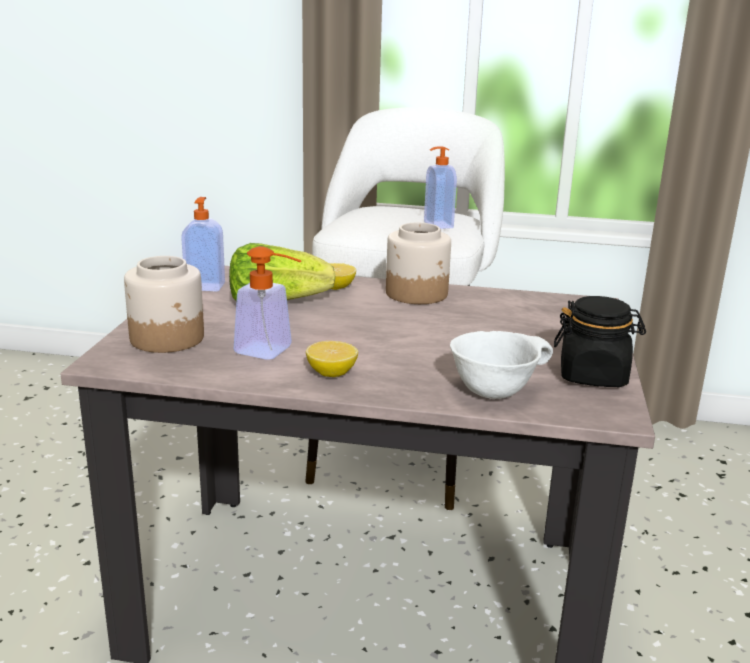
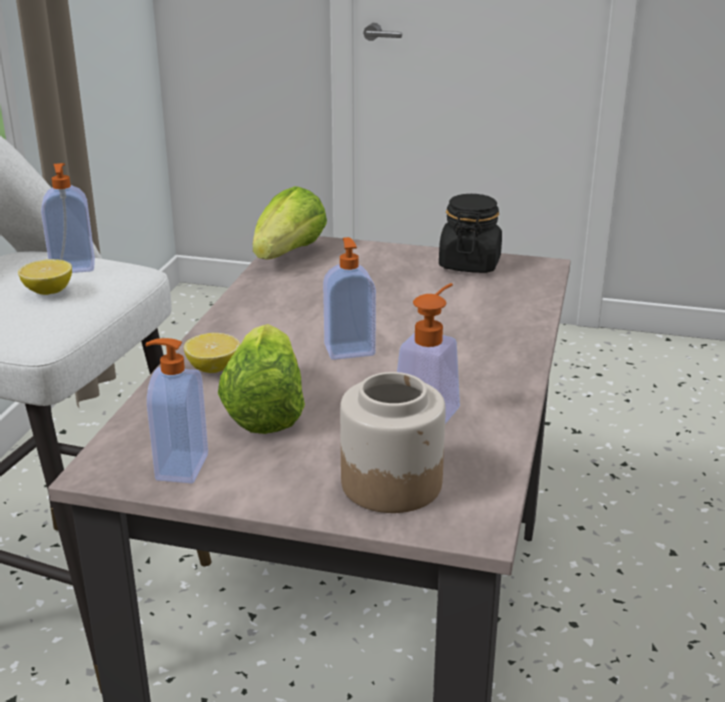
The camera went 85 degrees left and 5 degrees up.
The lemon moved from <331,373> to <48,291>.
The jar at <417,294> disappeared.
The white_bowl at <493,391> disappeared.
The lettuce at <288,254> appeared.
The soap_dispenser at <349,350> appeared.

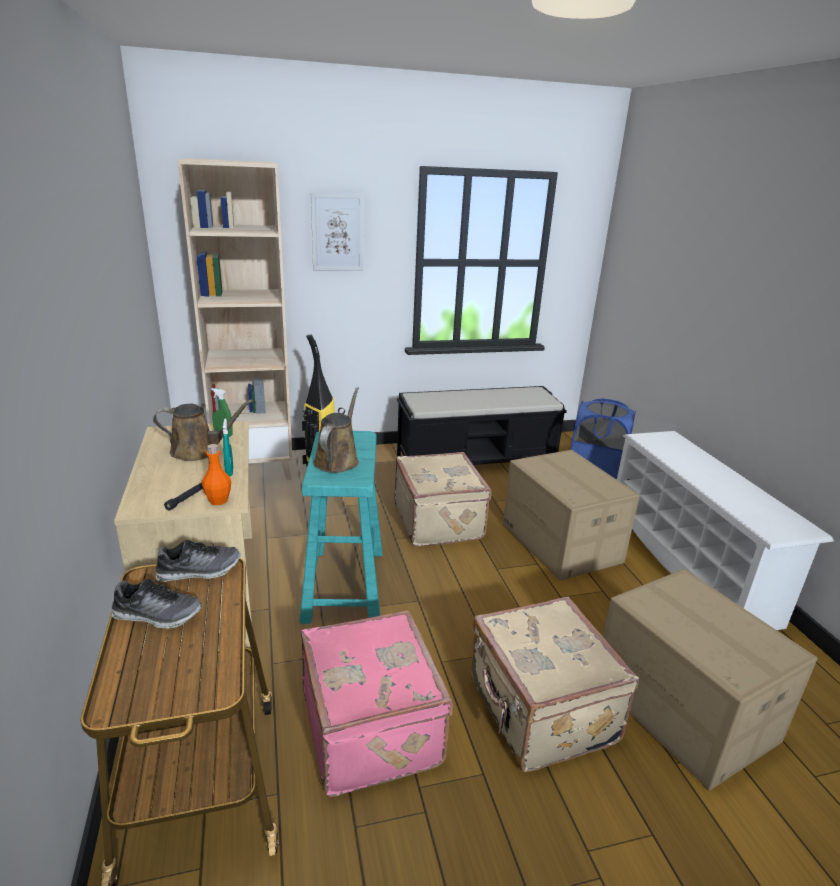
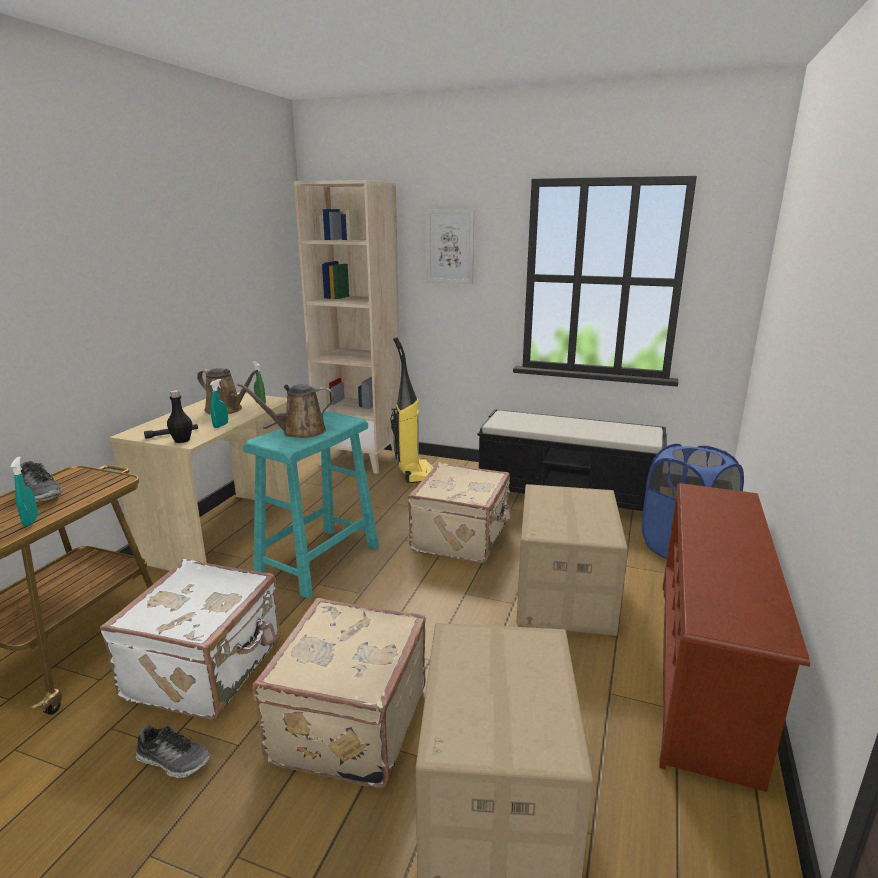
The camera went 35 degrees right and 5 degrees down.
The shoe moved from <199,571> to <174,760>.
The orange_bottle at <218,501> became the black_bottle at <182,440>.
The pink_suitcase at <373,727> became the white_suitcase at <208,669>.
The brown_watering_can at <338,460> turned 150 degrees counterclockwise.
The white_shoe_rack at <689,565> became the brown_shoe_rack at <706,669>.
The turquoise_spray_bottle at <31,521> appeared.

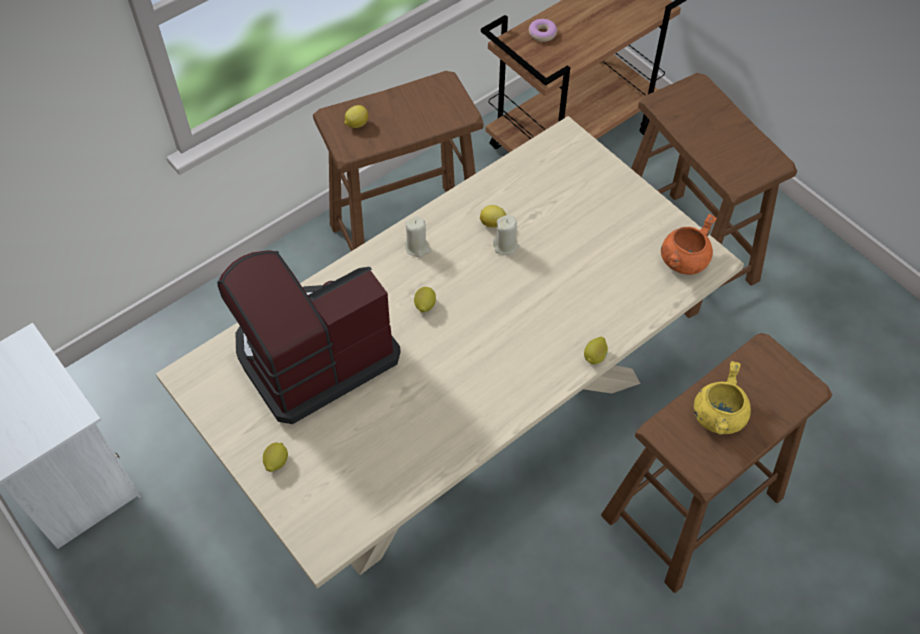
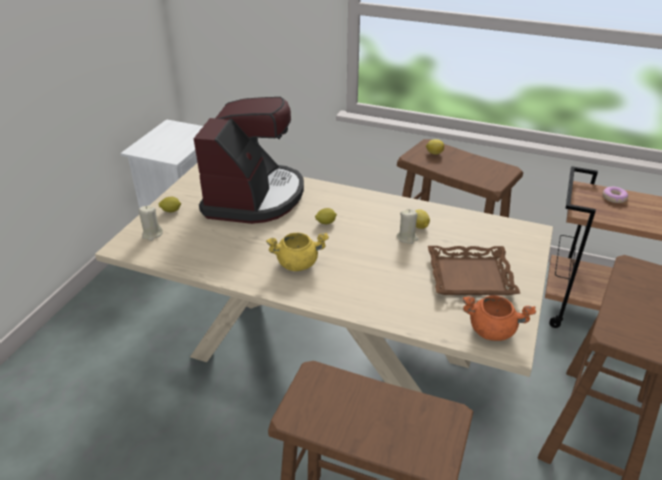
The camera went 60 degrees right and 20 degrees down.
The coffee_machine at <313,354> turned 75 degrees clockwise.
The beige_candle moved from <417,247> to <152,234>.
The lemon at <595,356> disappeared.
The yellow_cooking_pot moved from <717,415> to <298,263>.
The brown_tray at <470,277> appeared.

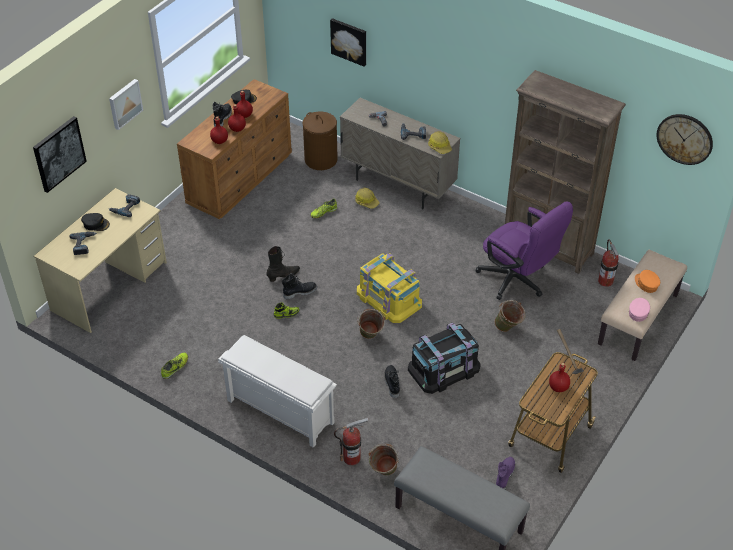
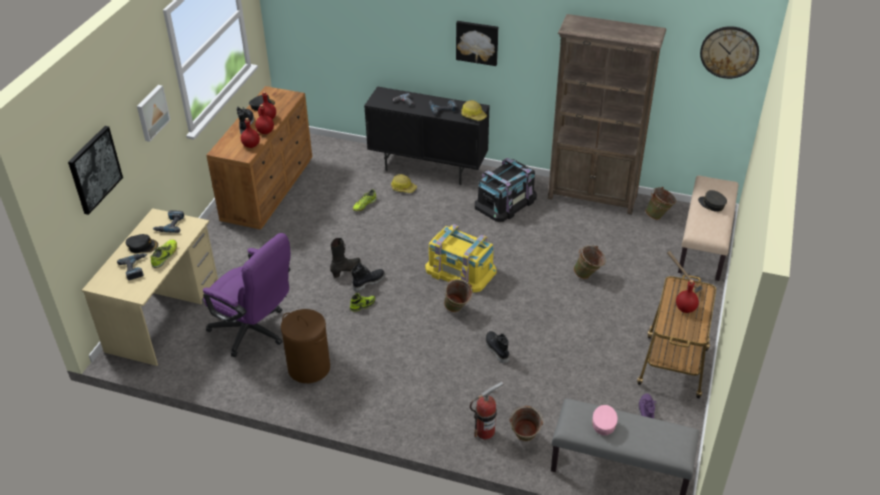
The camera went 15 degrees left and 5 degrees down.
The shoe moved from <175,367> to <165,256>.
The white_shoe_rack at <279,411> disappeared.
The brown_laundry_basket moved from <321,160> to <309,368>.
The picture moved from <349,41> to <477,42>.
The beige_cabinet at <398,185> became the black_cabinet at <428,169>.
The black_storage_box moved from <444,368> to <505,202>.
The purple_office_chair moved from <518,281> to <254,332>.
The fire_extinguisher at <605,281> was replaced by the green_bucket at <659,216>.
The pink_cap moved from <638,312> to <603,423>.
The orange_cap at <646,284> became the grey_cap at <711,204>.

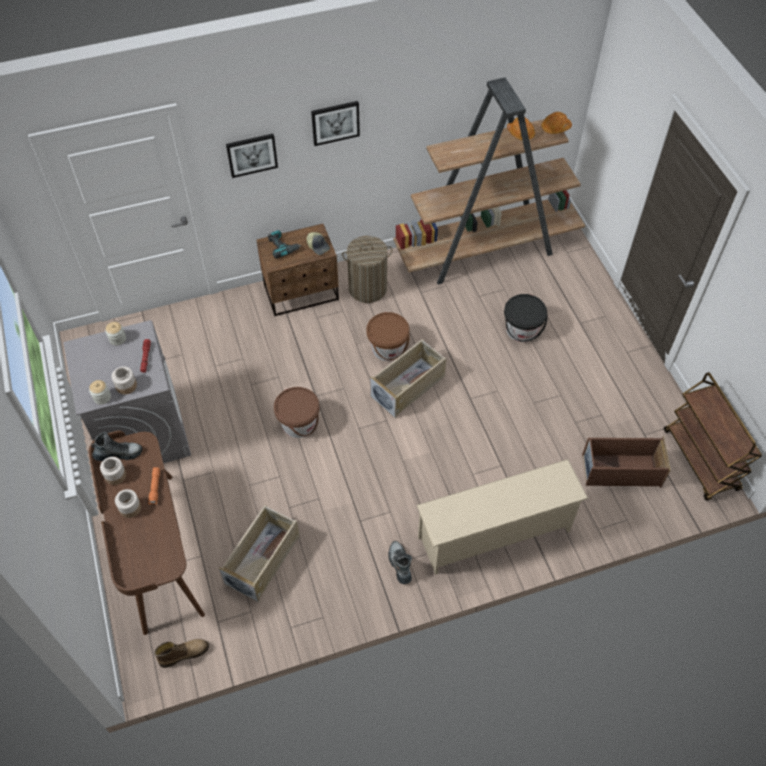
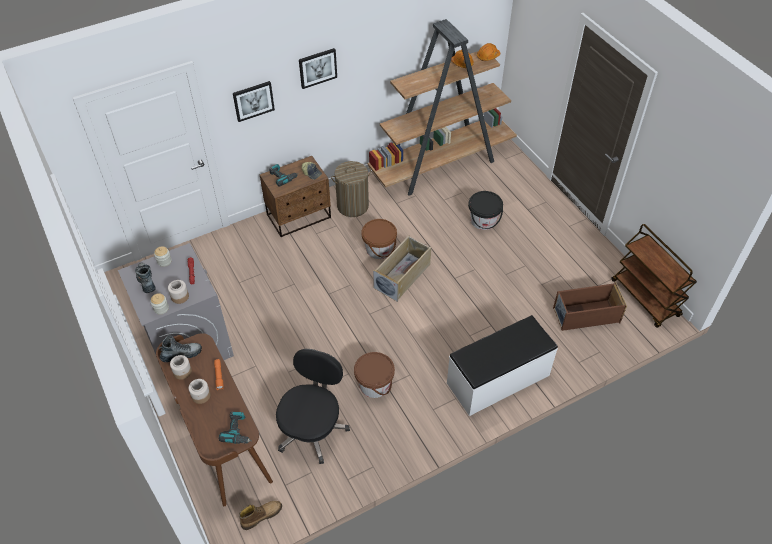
The camera went 10 degrees left and 5 degrees down.
The beige_storage_box at <263,559> was replaced by the black_office_chair at <312,428>.
The brown_bucket moved from <299,423> to <374,384>.
The boot moved from <400,564> to <146,280>.
The beige_shoe_rack at <495,535> was replaced by the white_bench at <498,380>.
The power_drill at <238,431> appeared.

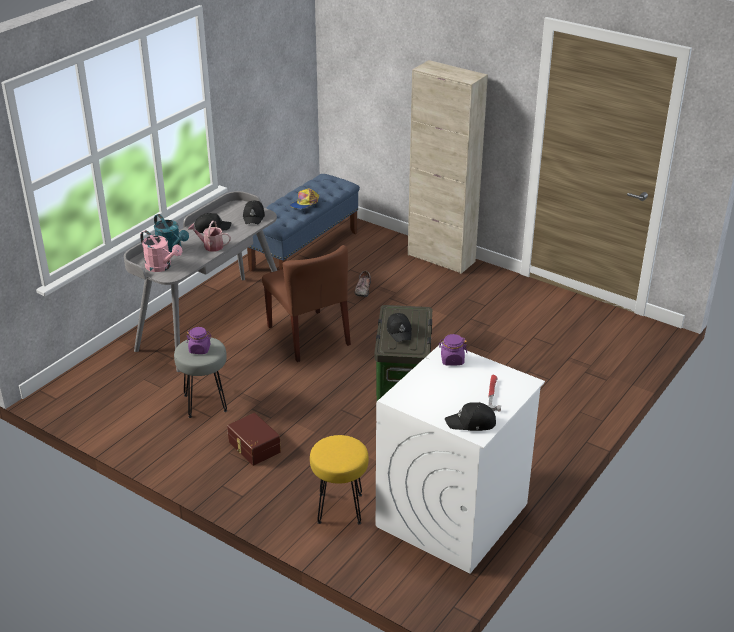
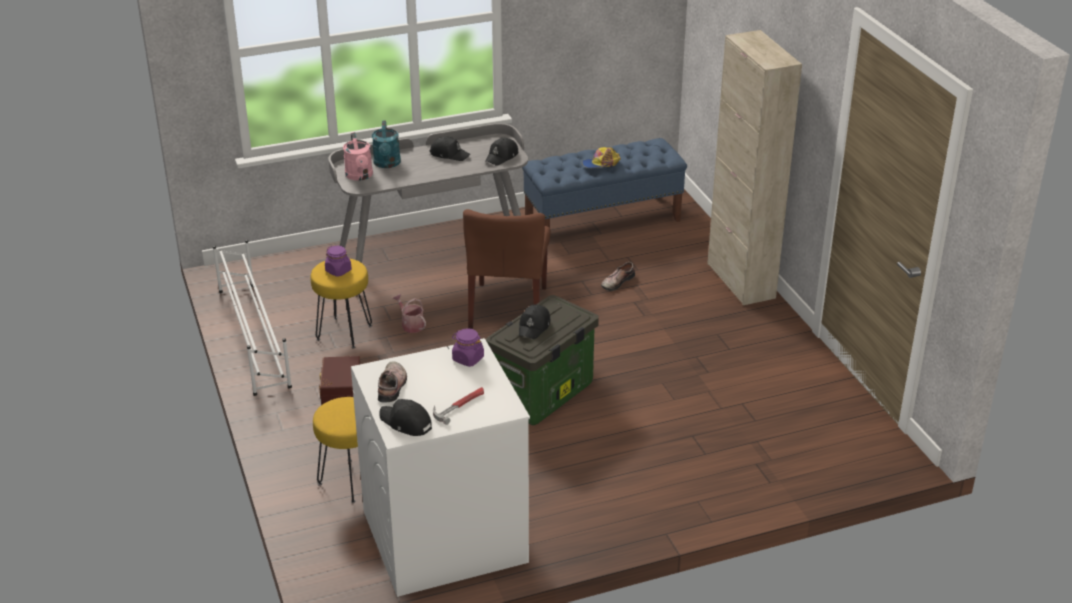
The camera went 35 degrees right and 0 degrees up.
The grey_stool at <204,403> became the yellow_stool at <344,332>.
The watering_can moved from <210,246> to <411,325>.
The white_shoe_rack at <254,336> appeared.
The shoe at <393,386> appeared.

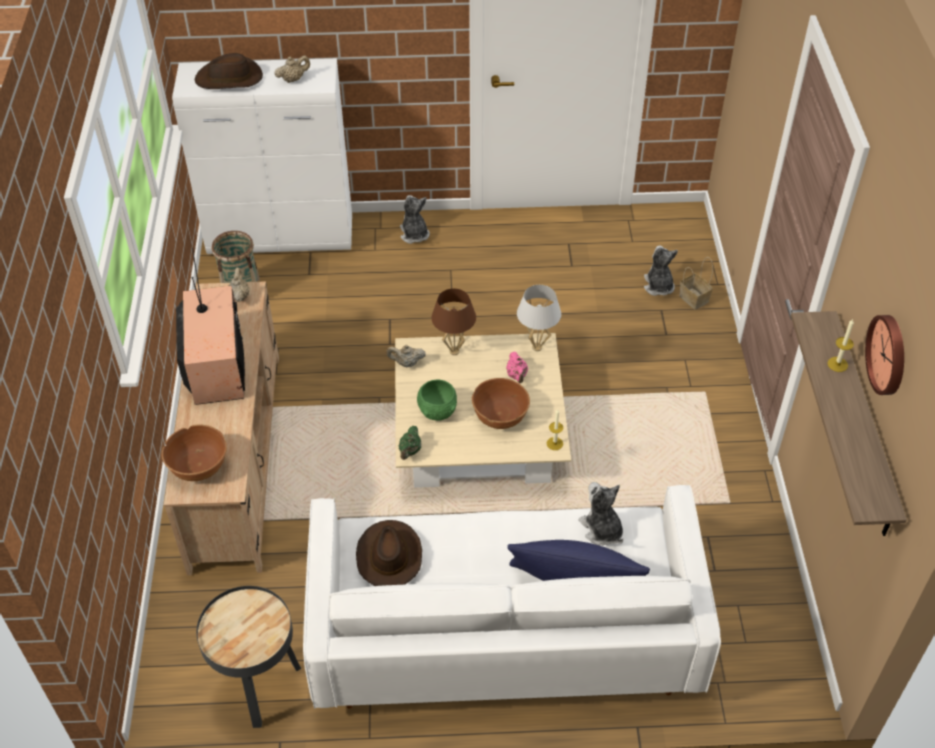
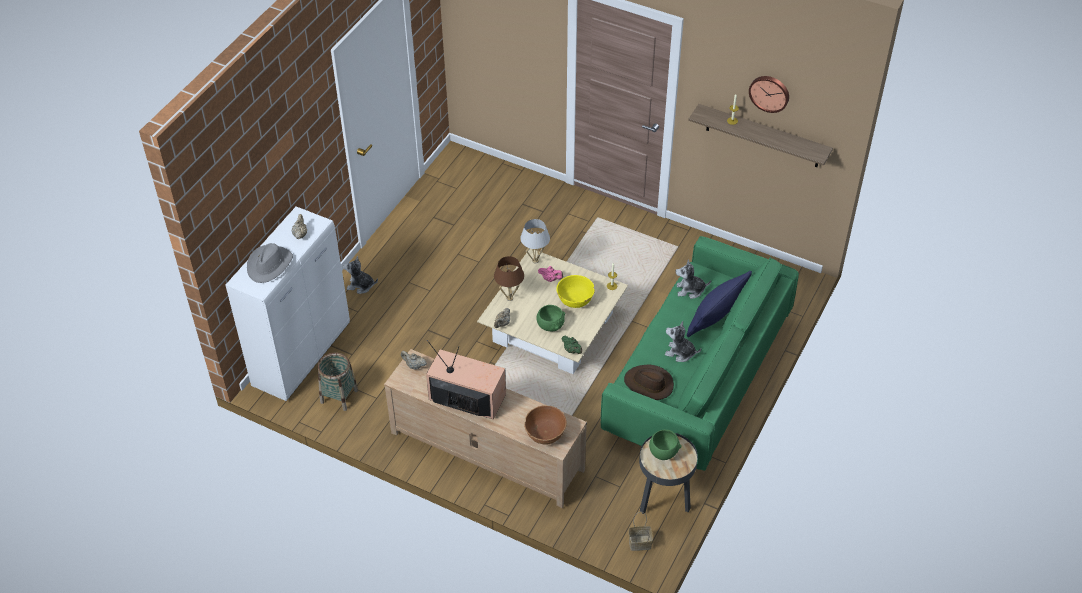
The camera went 60 degrees left and 0 degrees up.
The brown_hat at <229,79> became the grey_hat at <270,265>.
The white_sofa at <504,631> became the green_sofa at <696,377>.
The brown_bowl at <500,416> became the yellow_bowl at <575,300>.
The plush_toy moved from <658,286> to <680,353>.
The basket moved from <692,298> to <639,543>.
The green_bowl at <663,451> appeared.

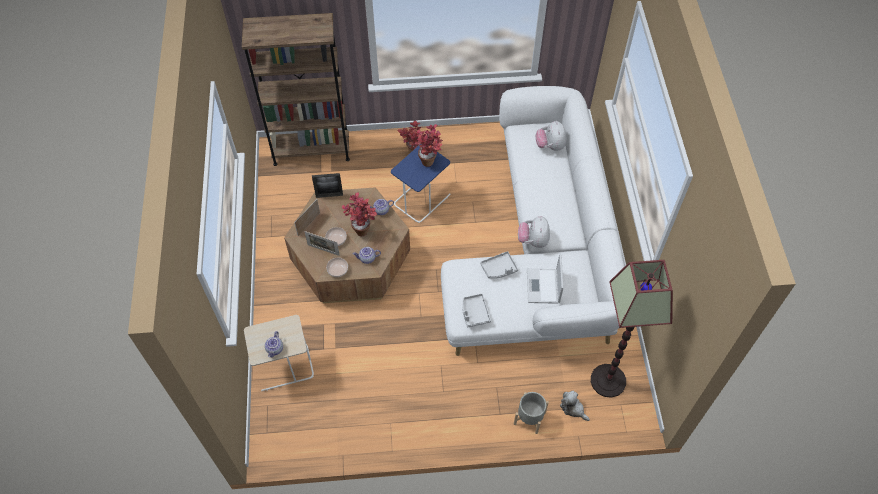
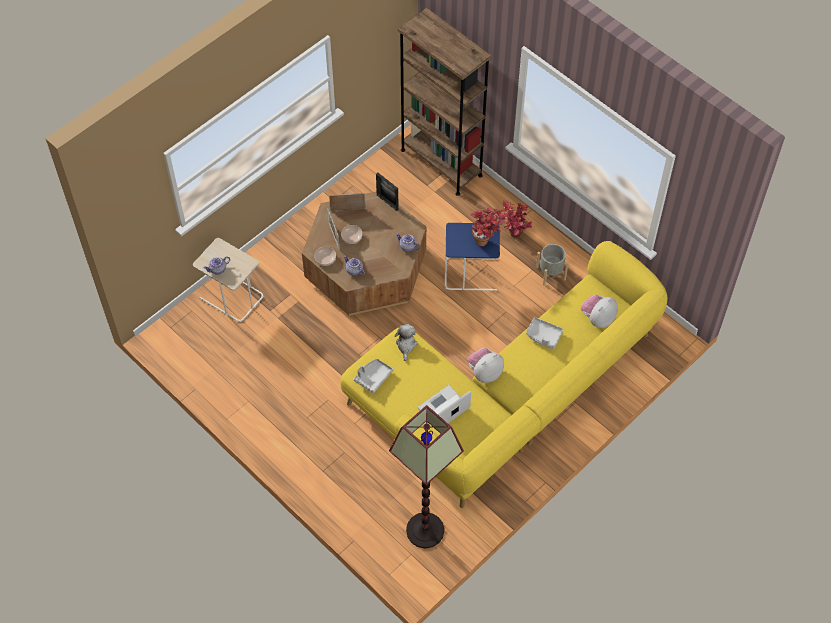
The camera went 50 degrees right and 0 degrees up.
The potted_plant at <362,228> disappeared.
The white_sofa at <540,252> became the yellow_sofa at <504,397>.
The grey_tray moved from <499,268> to <543,336>.
The grey_planter moved from <529,418> to <550,273>.
The plush_toy moved from <573,408> to <406,345>.

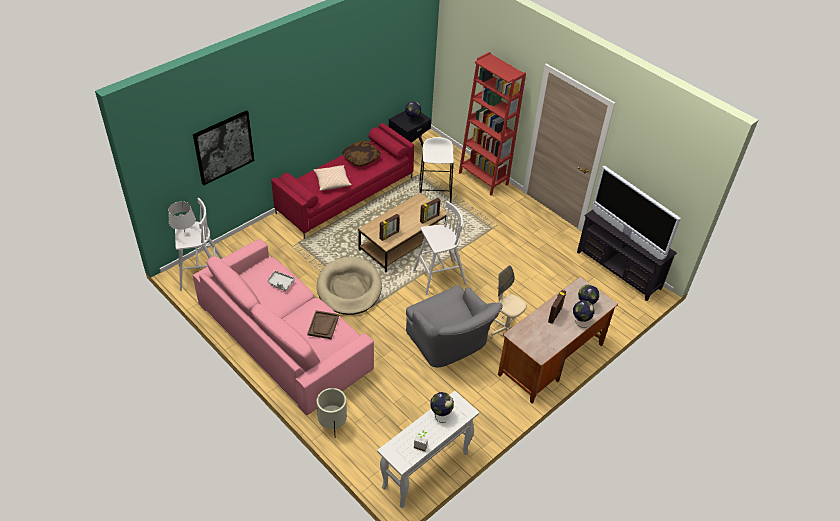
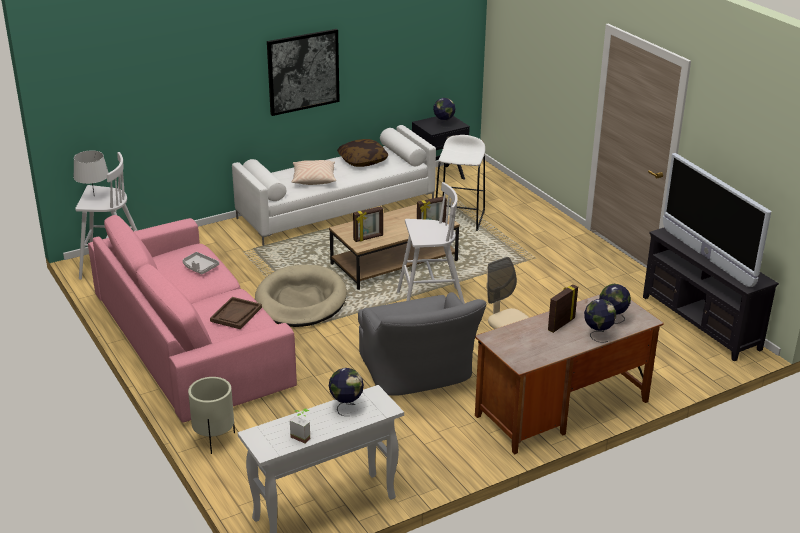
The camera went 15 degrees right and 15 degrees down.
The picture moved from <224,147> to <303,71>.
The red_sofa at <345,195> became the white_sofa at <337,209>.
The red_bookcase at <483,178> disappeared.

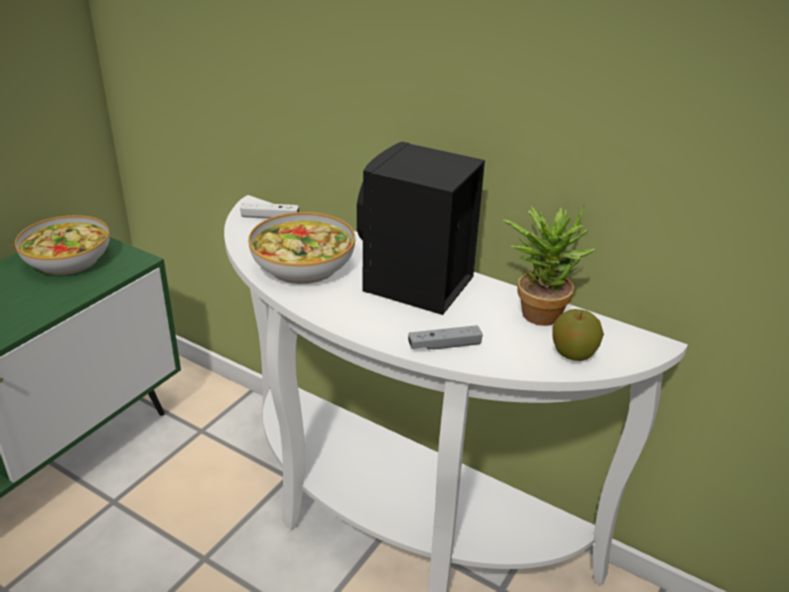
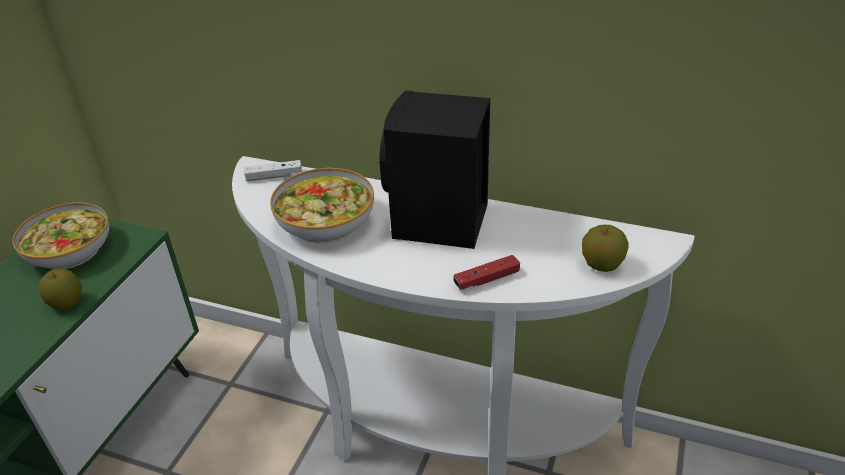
The camera went 10 degrees left and 5 degrees up.
The grey_game_controller at <444,345> became the red_game_controller at <486,279>.
The potted_plant at <537,310> disappeared.
The apple at <67,303> appeared.

